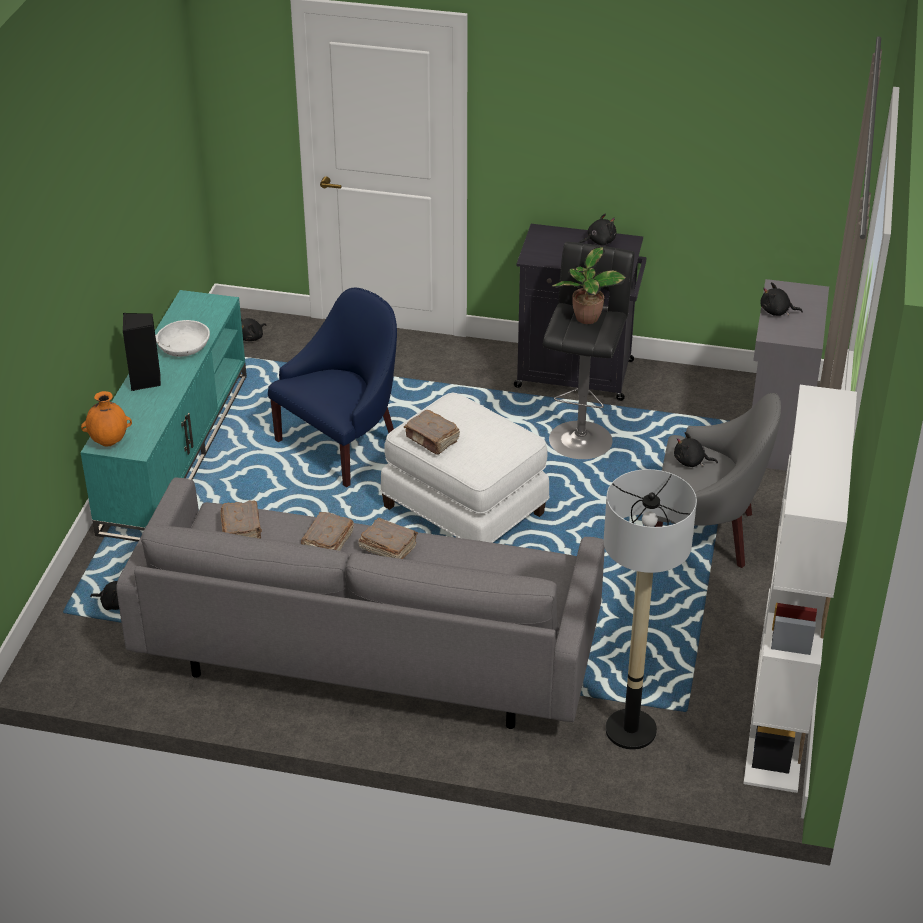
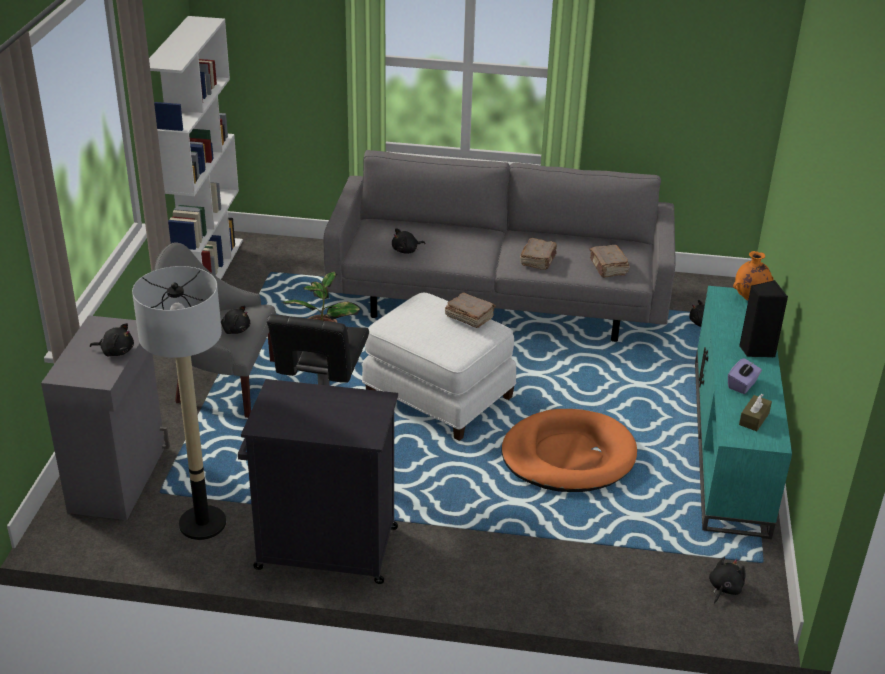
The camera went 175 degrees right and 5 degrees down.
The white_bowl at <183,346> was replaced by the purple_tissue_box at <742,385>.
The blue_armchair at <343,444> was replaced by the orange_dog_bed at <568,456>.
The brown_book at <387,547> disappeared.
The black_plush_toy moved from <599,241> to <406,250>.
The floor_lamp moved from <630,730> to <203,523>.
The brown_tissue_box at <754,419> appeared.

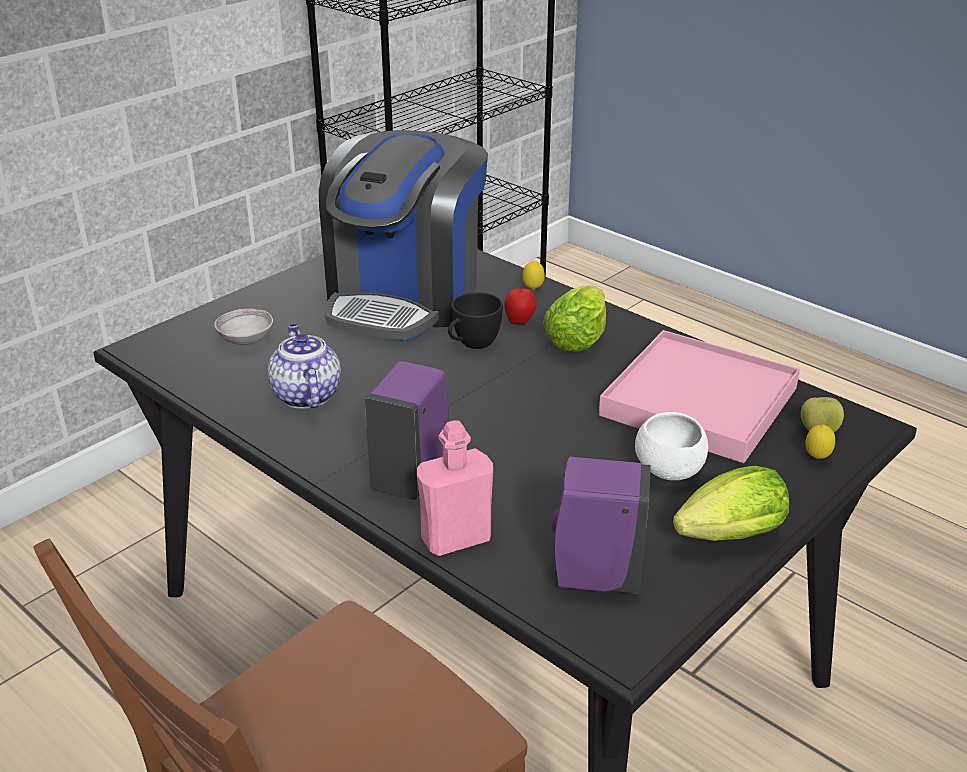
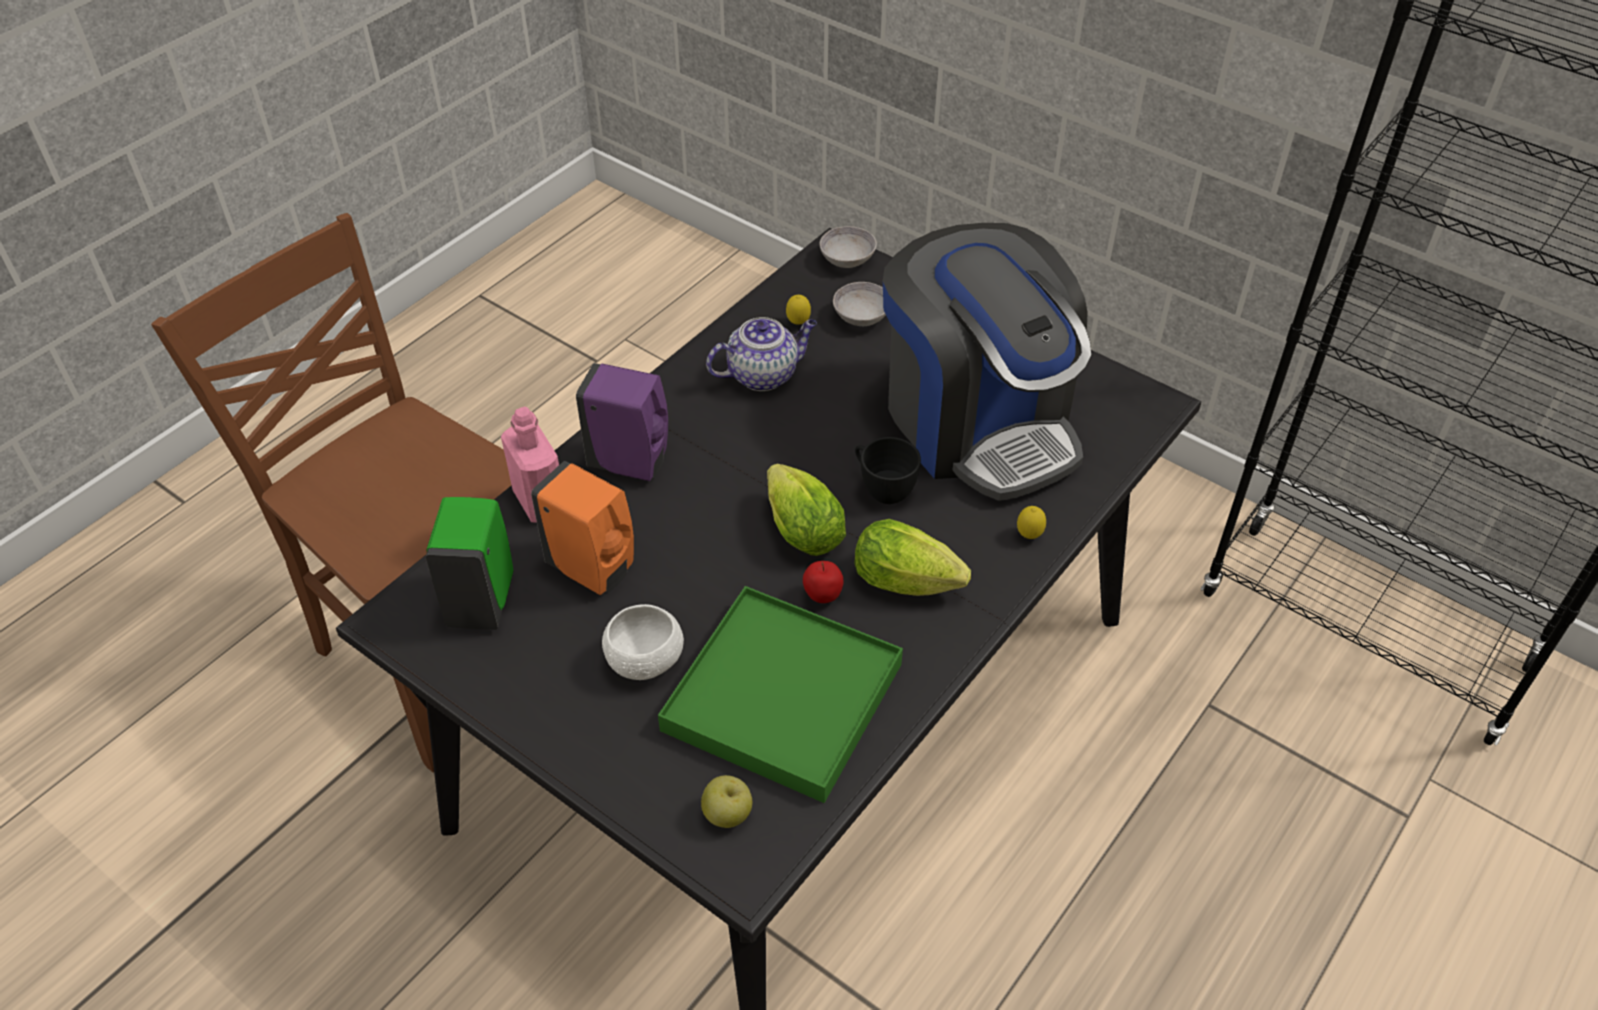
The camera went 85 degrees right and 15 degrees up.
The coffee_machine at <405,298> turned 135 degrees counterclockwise.
The apple moved from <520,322> to <822,597>.
The purple_soap_dispenser at <593,577> became the green_soap_dispenser at <482,599>.
The pink_tray at <700,401> became the green_tray at <783,698>.
The lettuce moved from <725,538> to <800,527>.
The lemon moved from <817,458> to <798,323>.
The orange_soap_dispenser at <594,570> appeared.
The grey_bowl at <847,259> appeared.

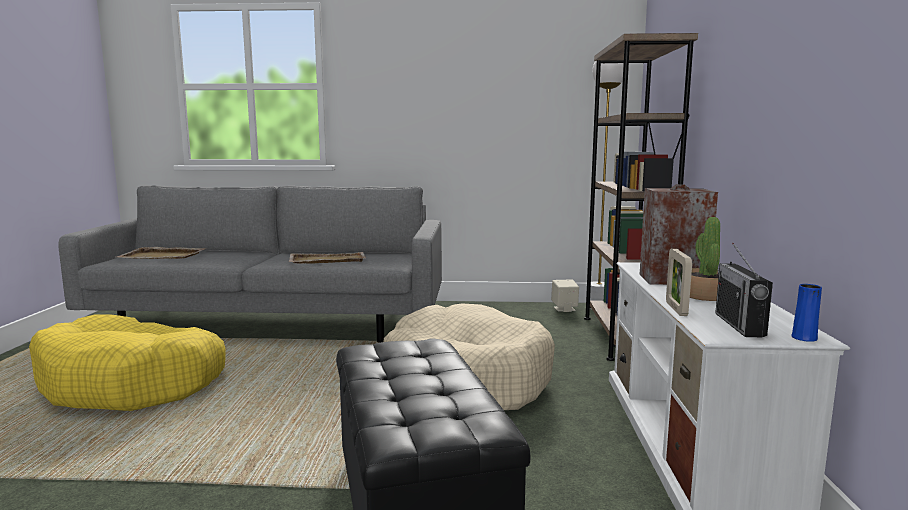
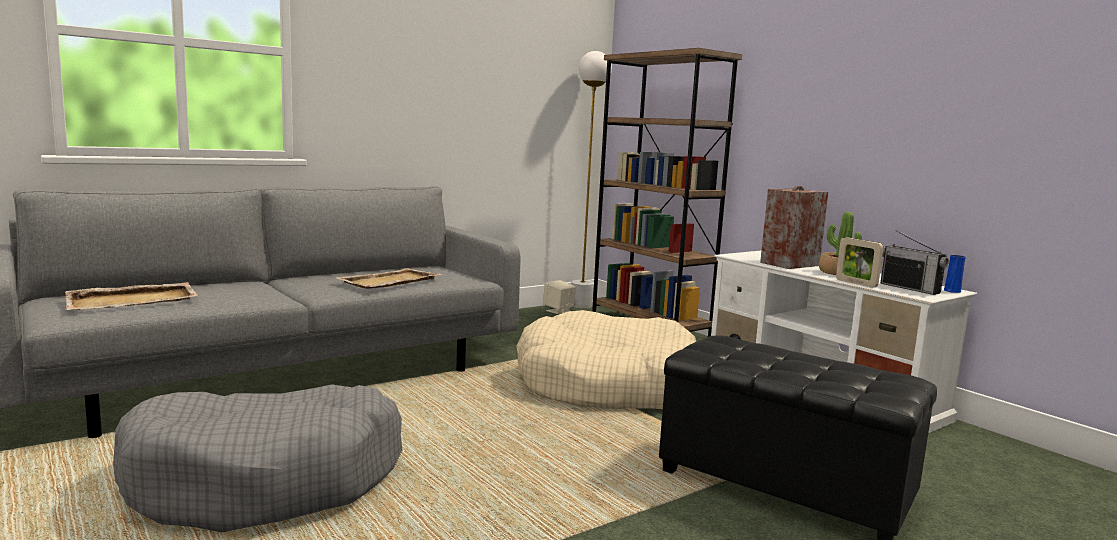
The camera went 40 degrees left and 0 degrees up.
The yellow_dog_bed at <132,383> became the grey_dog_bed at <266,480>.

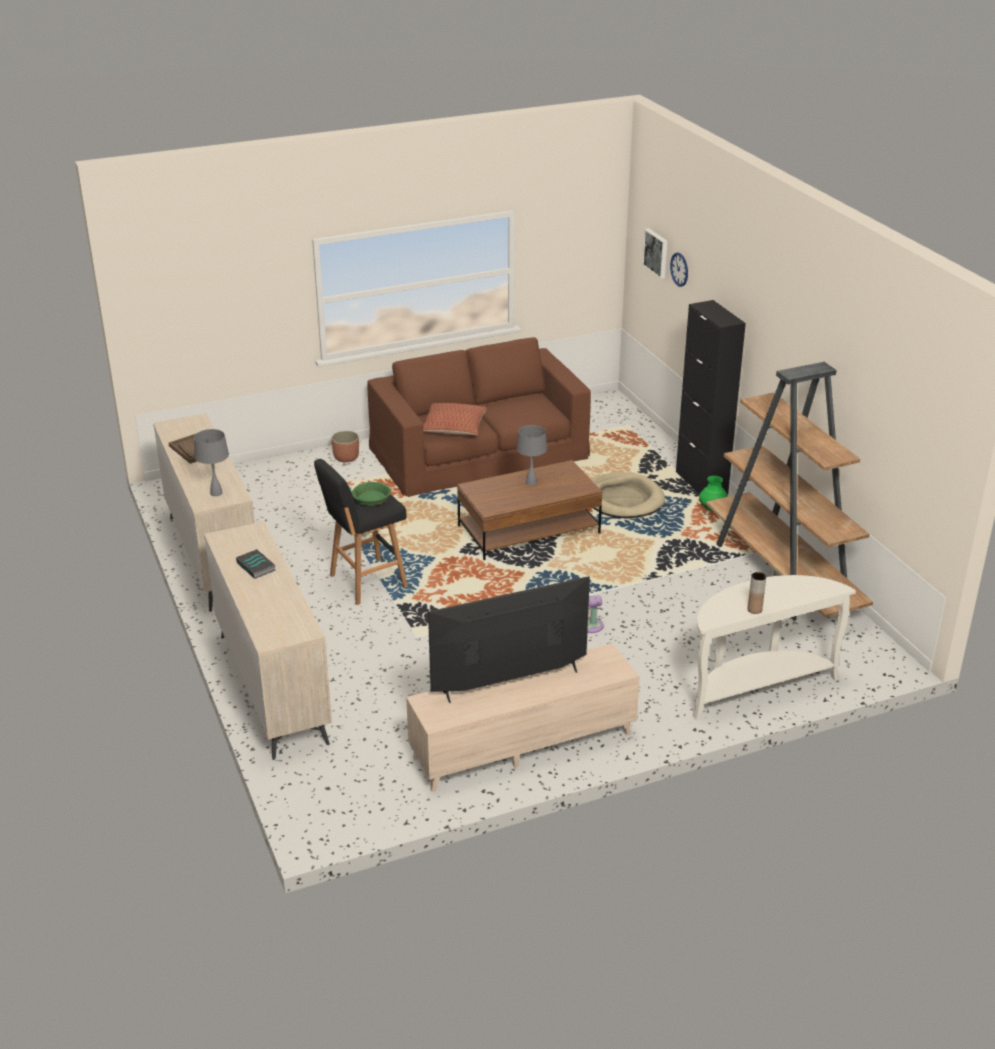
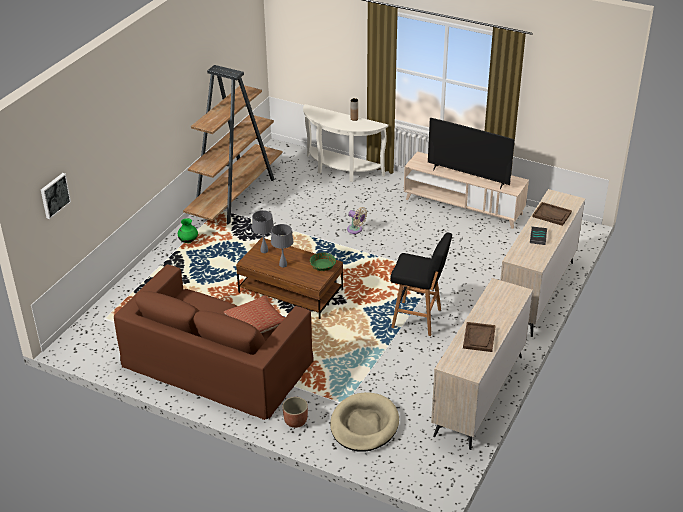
The camera went 130 degrees left and 5 degrees up.
The grey_table_lamp moved from <216,493> to <264,250>.
The green_bowl moved from <372,500> to <322,266>.
The beige_dog_bed moved from <623,499> to <364,425>.
The wall_clock at <679,269> disappeared.
The black_cabinet at <701,483> disappeared.
The brown_tray at <552,215> appeared.

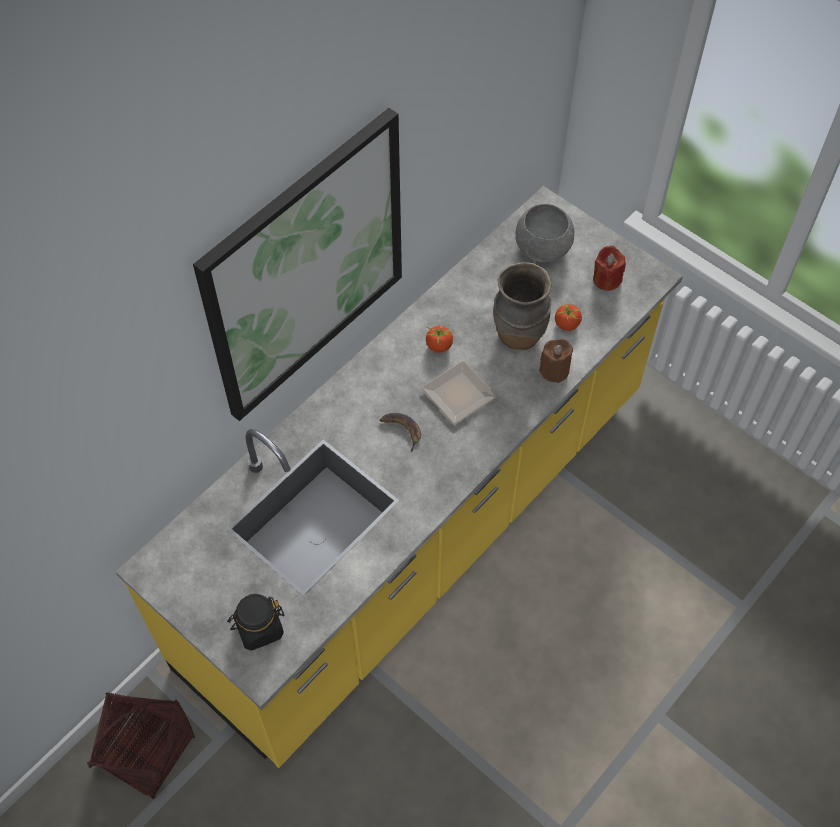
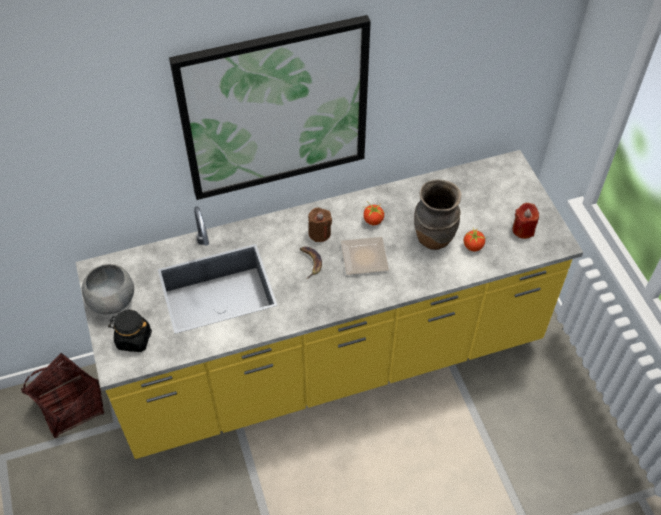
The camera went 30 degrees right and 5 degrees down.
The grey_bowl moved from <542,248> to <111,301>.
The brown_candle moved from <554,370> to <319,233>.

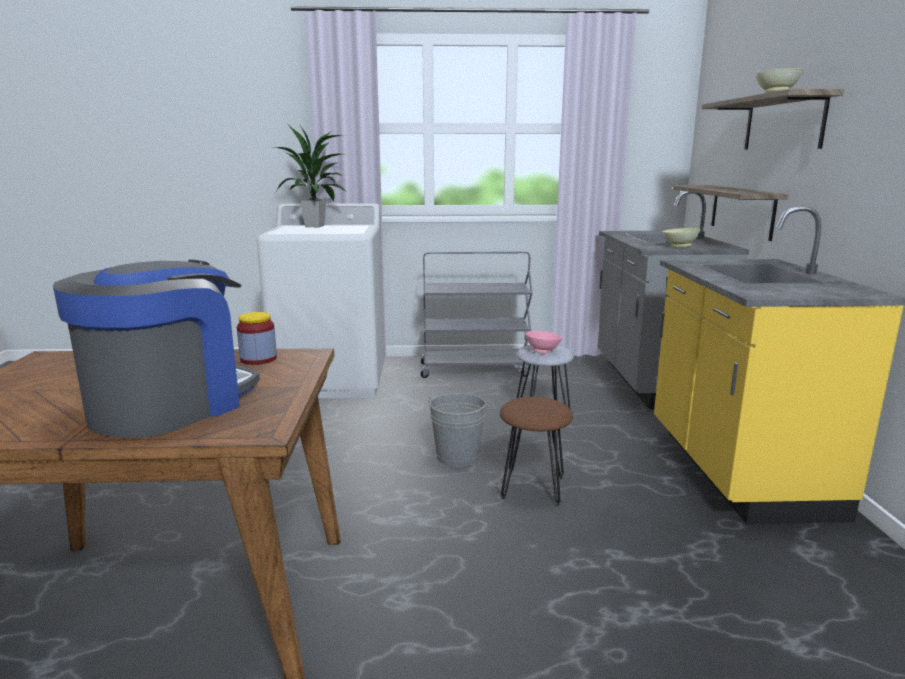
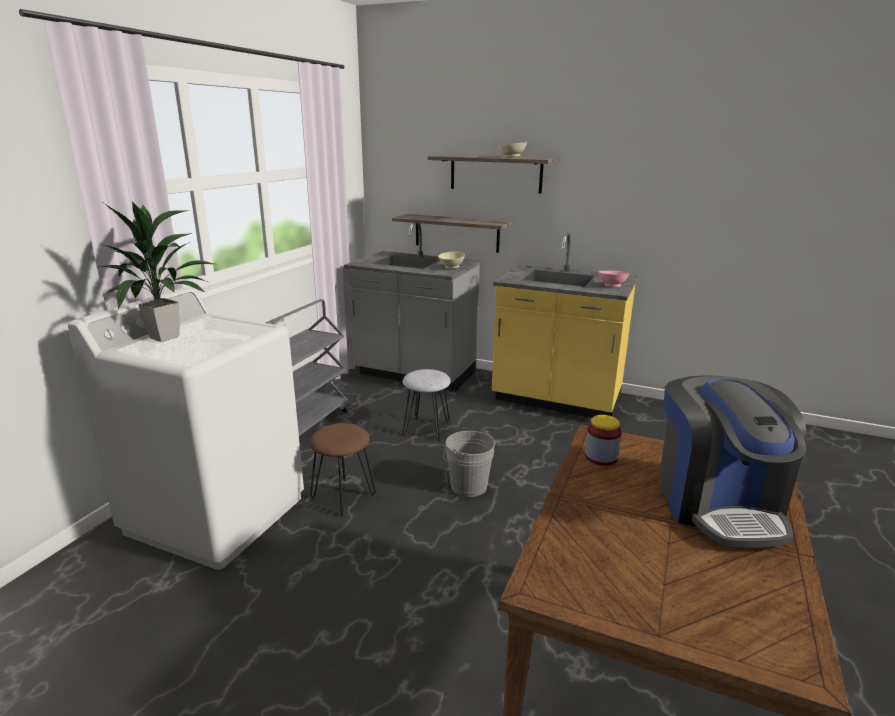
The camera went 65 degrees left and 5 degrees up.
The coffee_machine at <171,405> turned 150 degrees counterclockwise.
The brown_stool moved from <533,487> to <343,496>.
The pink_bowl moved from <543,351> to <612,286>.

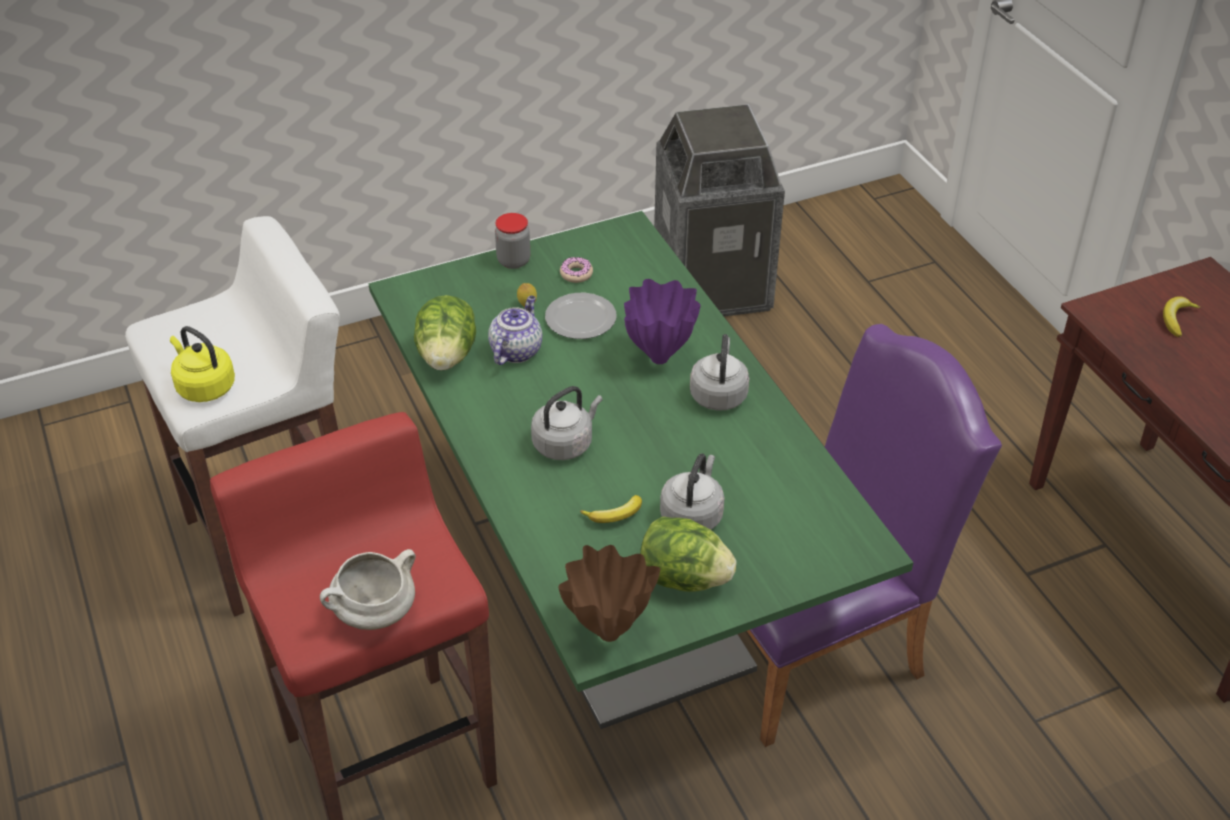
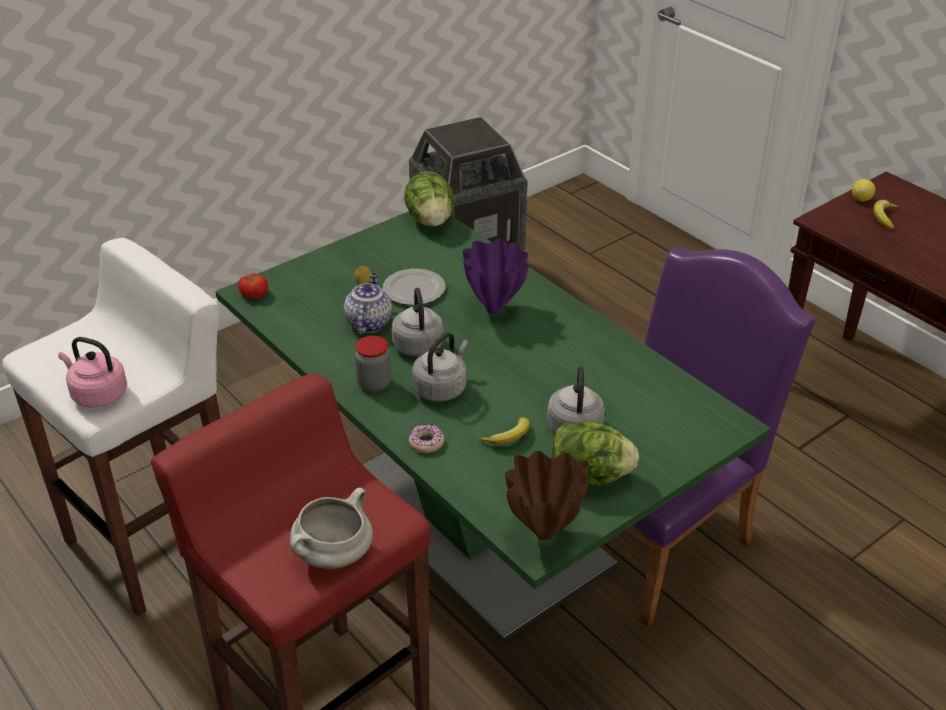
The camera went 15 degrees left and 5 degrees down.
The yellow_kettle at <204,386> became the pink_kettle at <97,394>.
The lettuce moved from <447,356> to <430,220>.
The jar moved from <513,261> to <374,383>.
The donut moved from <576,274> to <426,442>.
The grey_kettle moved from <718,394> to <418,344>.
The tomato at <254,294> appeared.
The lemon at <861,199> appeared.

